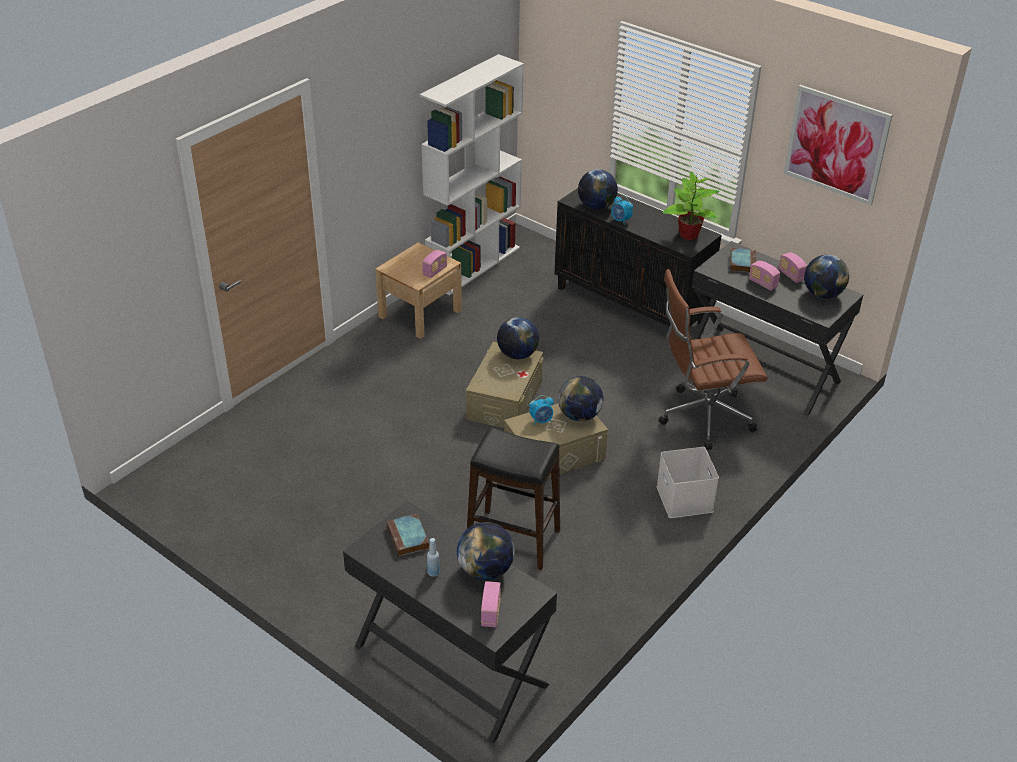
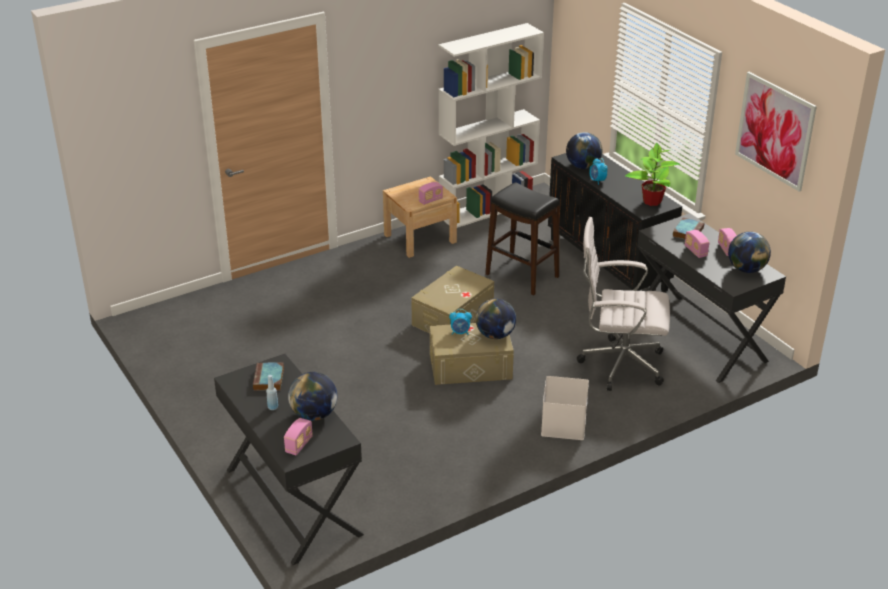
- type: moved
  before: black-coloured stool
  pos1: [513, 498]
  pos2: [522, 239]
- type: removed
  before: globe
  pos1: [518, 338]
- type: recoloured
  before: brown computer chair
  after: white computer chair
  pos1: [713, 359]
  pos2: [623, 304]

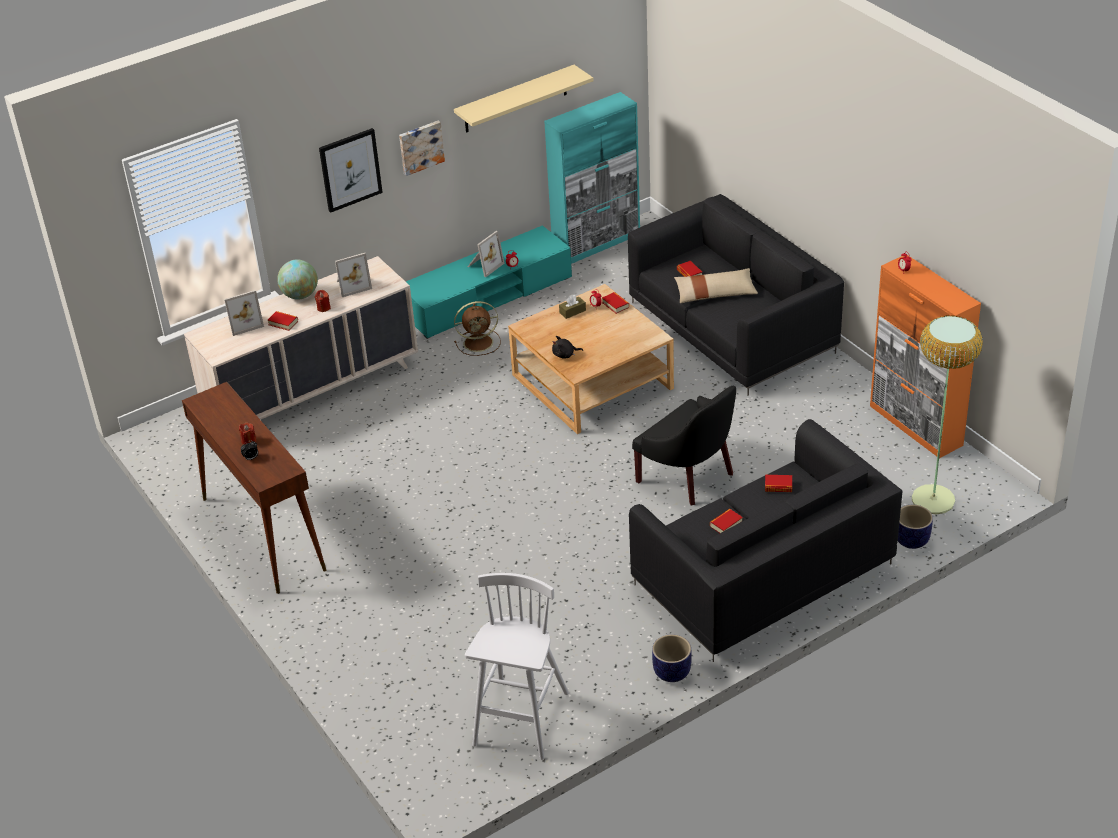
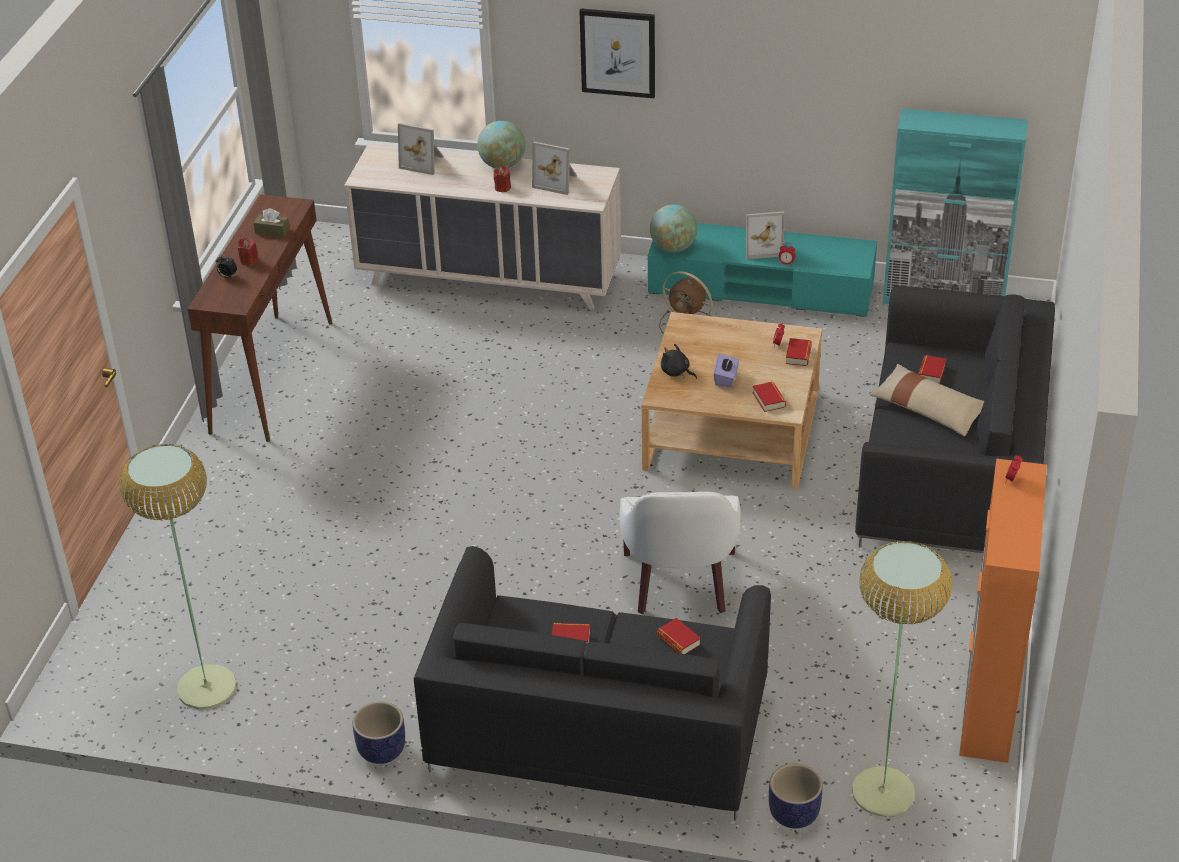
- type: moved
  before: volume
  pos1: [283, 321]
  pos2: [769, 397]
- type: removed
  before: wall picture
  pos1: [422, 148]
- type: removed
  before: sand-coloured bracket shelf
  pos1: [524, 99]
- type: replaced
  before: white stool
  after: floor lamp
  pos1: [517, 666]
  pos2: [177, 577]
- type: moved
  before: brown tissue box
  pos1: [572, 307]
  pos2: [271, 222]
- type: recoloured
  before: black-coloured armchair
  after: white armchair
  pos1: [684, 446]
  pos2: [680, 553]
- type: added
  after: globe
  pos2: [673, 228]
- type: added
  after: purple tissue box
  pos2: [726, 370]

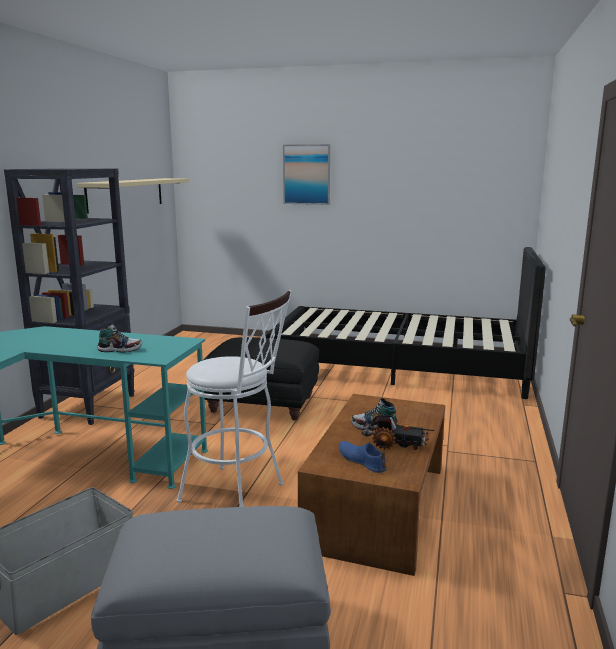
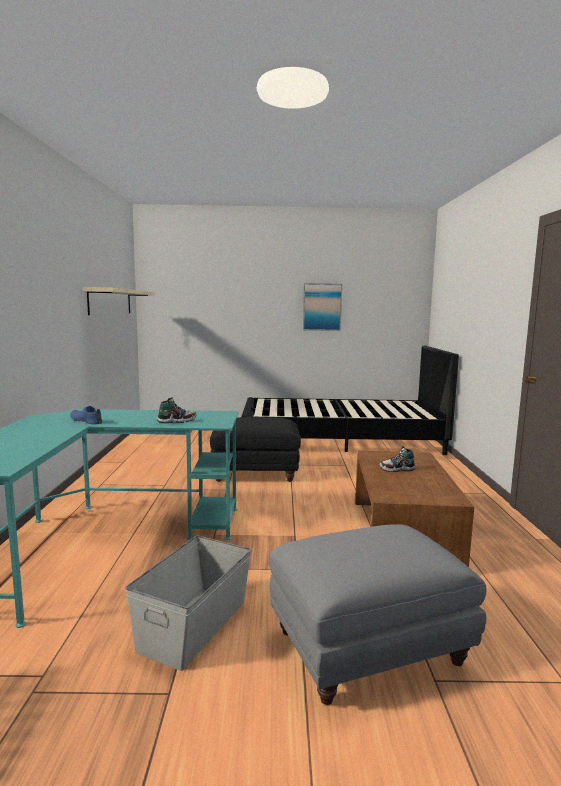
- type: removed
  before: black-coloured shelving unit
  pos1: [69, 296]
- type: removed
  before: white stool
  pos1: [234, 398]
- type: moved
  before: wall picture
  pos1: [306, 174]
  pos2: [322, 307]
- type: moved
  before: bluish low shoe
  pos1: [362, 457]
  pos2: [86, 415]
- type: removed
  before: toy lorry
  pos1: [397, 432]

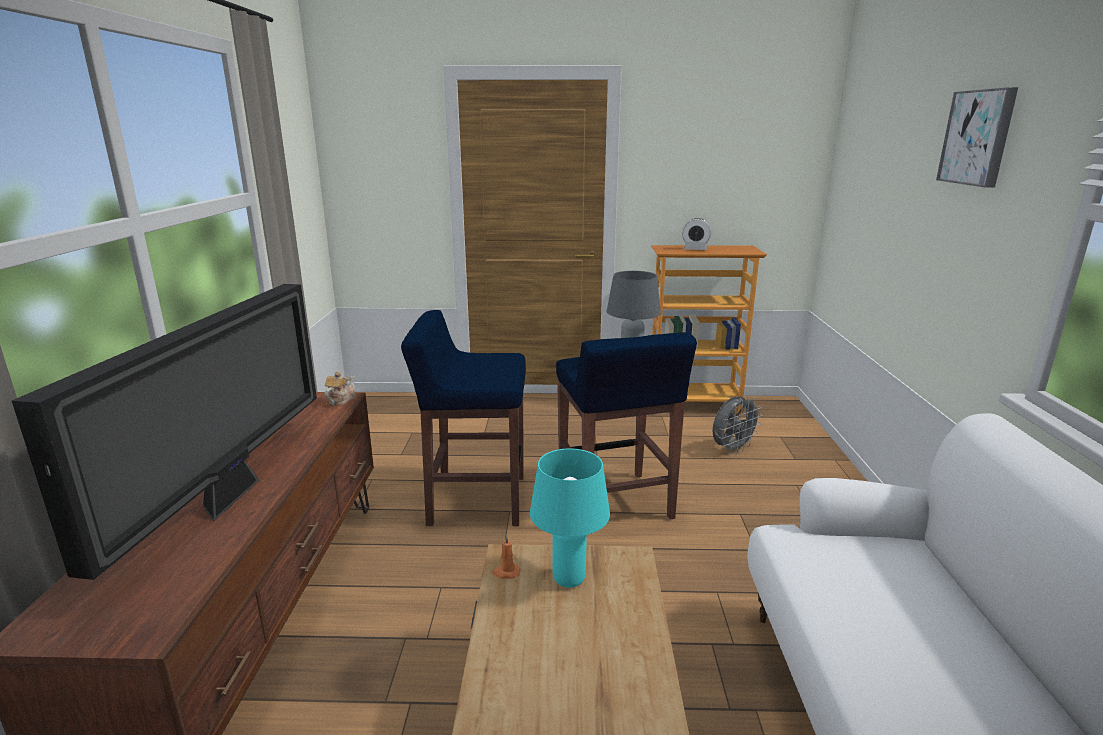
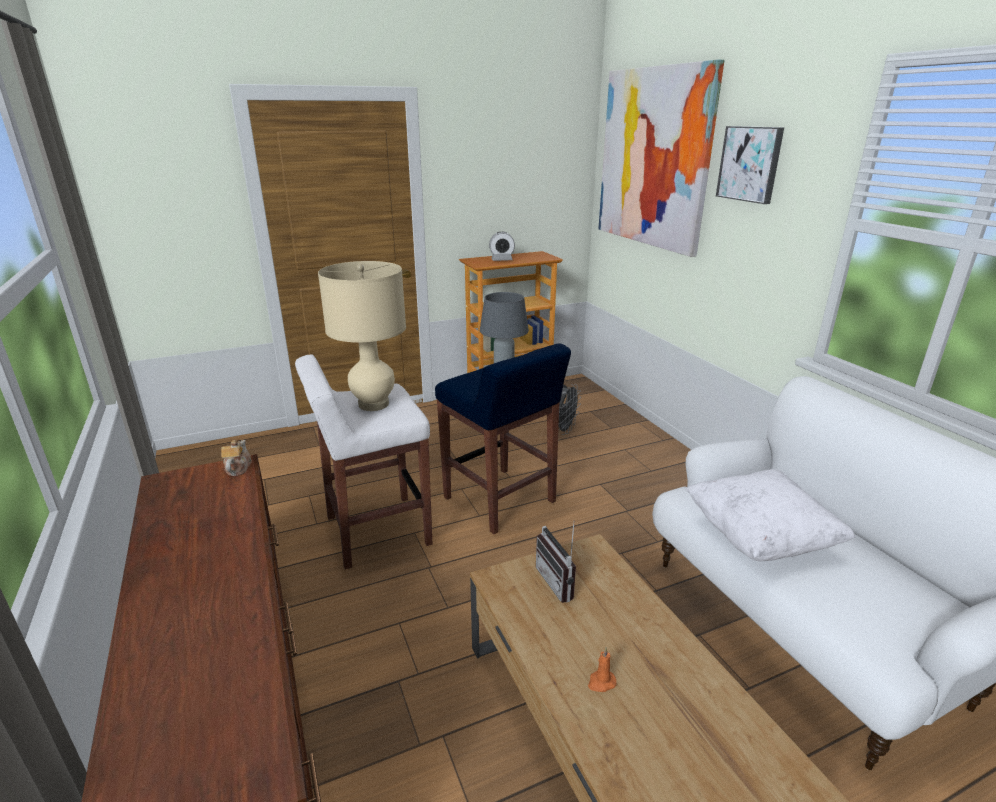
- type: removed
  before: TV set
  pos1: [164, 432]
- type: recoloured
  before: bluish stool
  after: white stool
  pos1: [463, 418]
  pos2: [364, 461]
- type: moved
  before: orange-coloured wax candle
  pos1: [506, 557]
  pos2: [602, 669]
- type: replaced
  before: blue-green tabletop lamp
  after: radio set
  pos1: [570, 518]
  pos2: [556, 563]
- type: added
  after: sand-coloured tabletop lamp
  pos2: [362, 336]
- type: added
  after: wall picture
  pos2: [661, 158]
- type: added
  after: white throw pillow
  pos2: [770, 515]

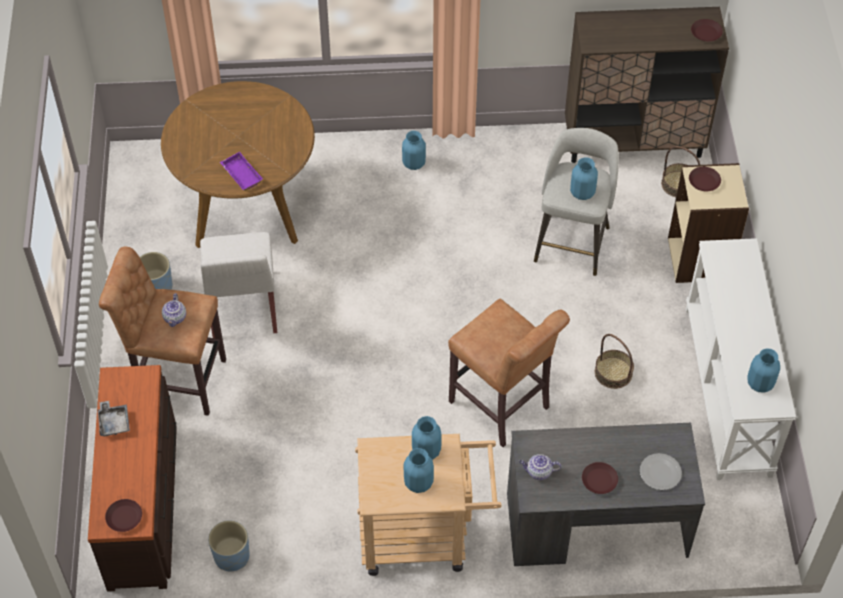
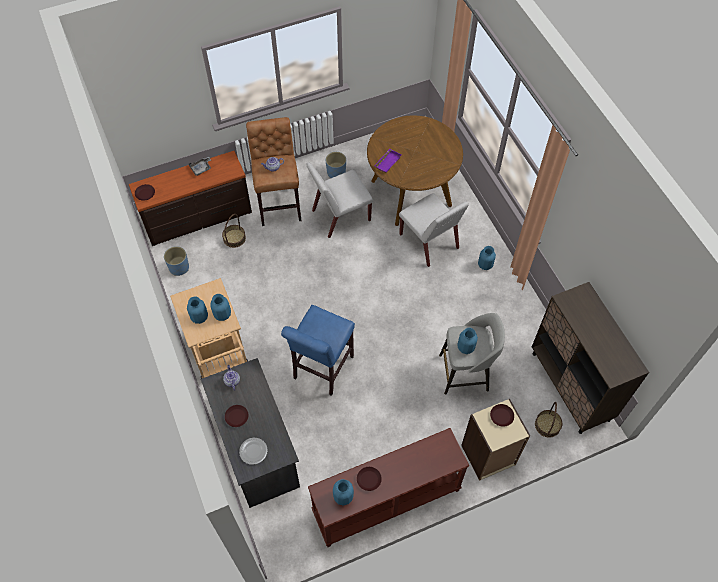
- type: recoloured
  before: brown stool
  after: bluish stool
  pos1: [509, 372]
  pos2: [318, 350]
- type: moved
  before: storage basket
  pos1: [614, 361]
  pos2: [234, 231]
- type: recoloured
  before: white narrow table
  after: brown narrow table
  pos1: [741, 359]
  pos2: [389, 487]
- type: moved
  before: brown plate
  pos1: [707, 30]
  pos2: [369, 479]
- type: added
  after: white chair
  pos2: [434, 230]

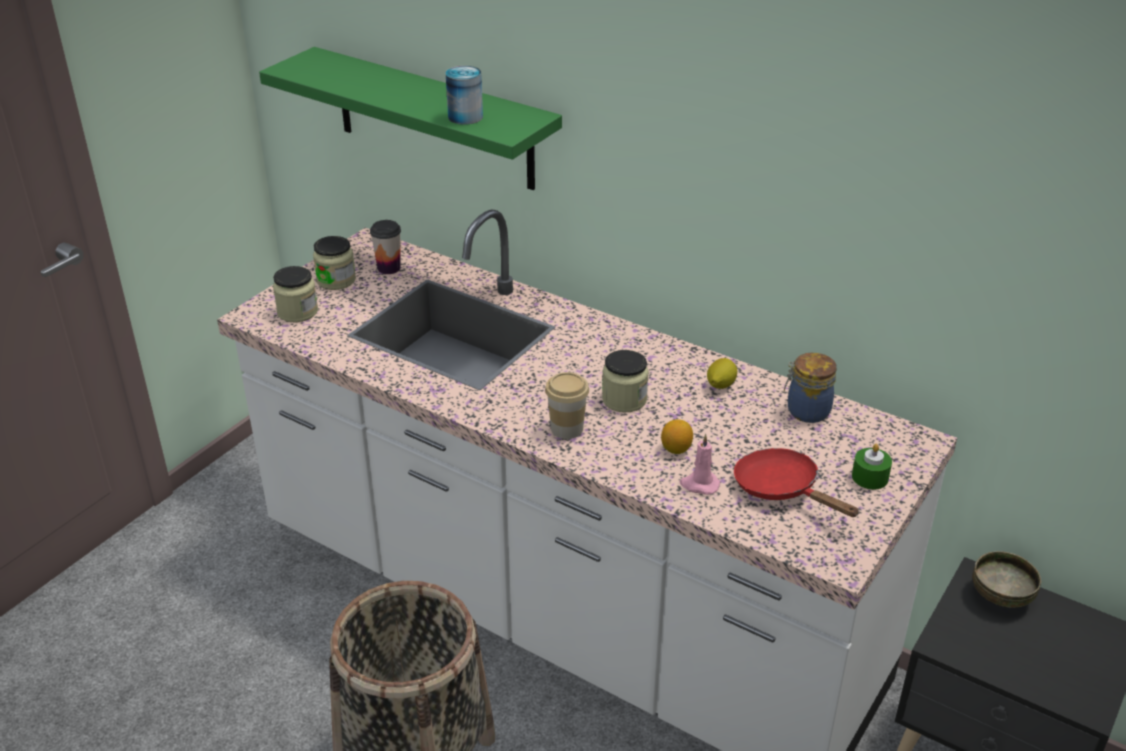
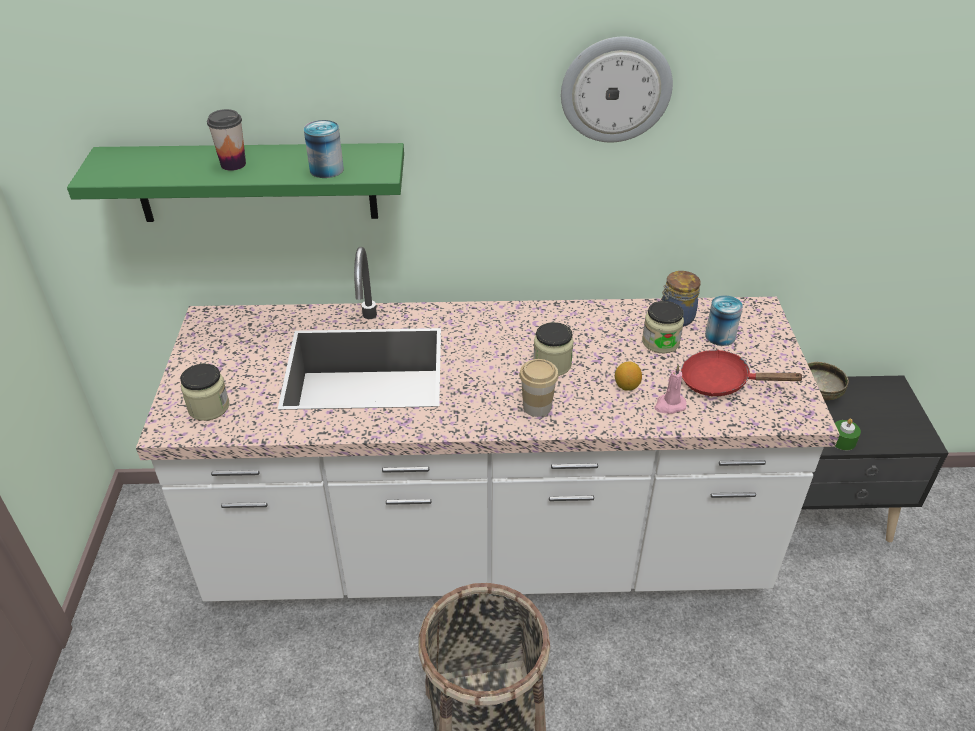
- type: moved
  before: preserve jar
  pos1: [334, 263]
  pos2: [663, 327]
- type: moved
  before: drinking cup
  pos1: [385, 247]
  pos2: [226, 140]
- type: removed
  before: whole lemon
  pos1: [722, 373]
- type: moved
  before: greenish wax candle
  pos1: [872, 467]
  pos2: [848, 434]
- type: added
  after: clock on the wall
  pos2: [617, 89]
- type: added
  after: sealed can
  pos2: [724, 320]

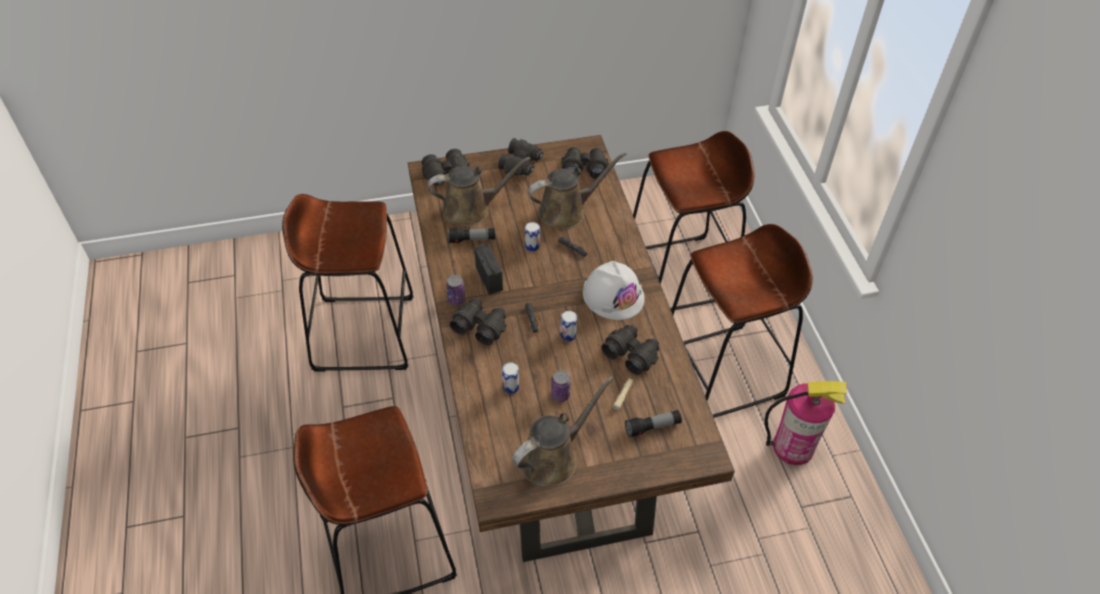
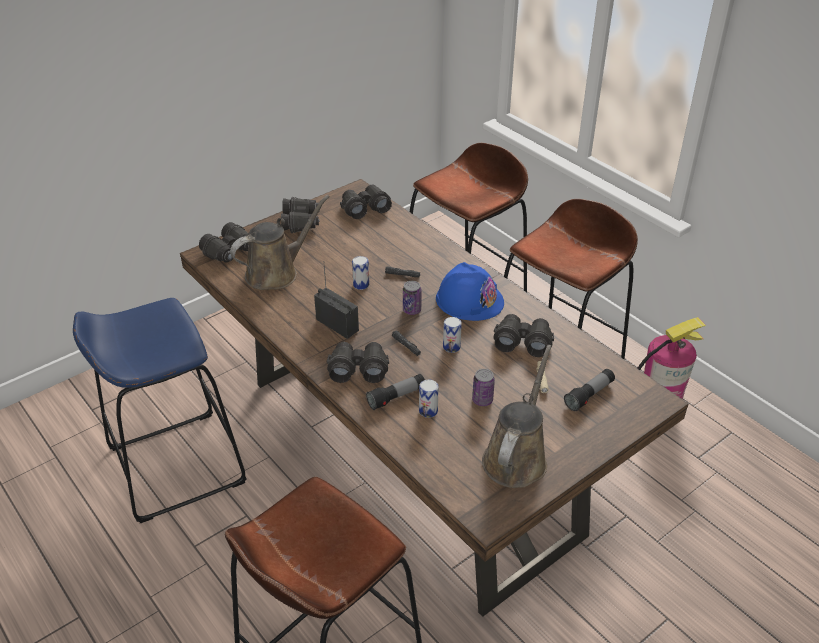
- type: recoloured
  before: brown stool
  after: bluish stool
  pos1: [348, 283]
  pos2: [160, 410]
- type: moved
  before: sealed can
  pos1: [455, 290]
  pos2: [412, 298]
- type: moved
  before: hand torch
  pos1: [471, 235]
  pos2: [395, 392]
- type: removed
  before: brown watering pot
  pos1: [577, 190]
- type: recoloured
  before: white hard hat
  after: bluish hard hat
  pos1: [614, 290]
  pos2: [470, 291]

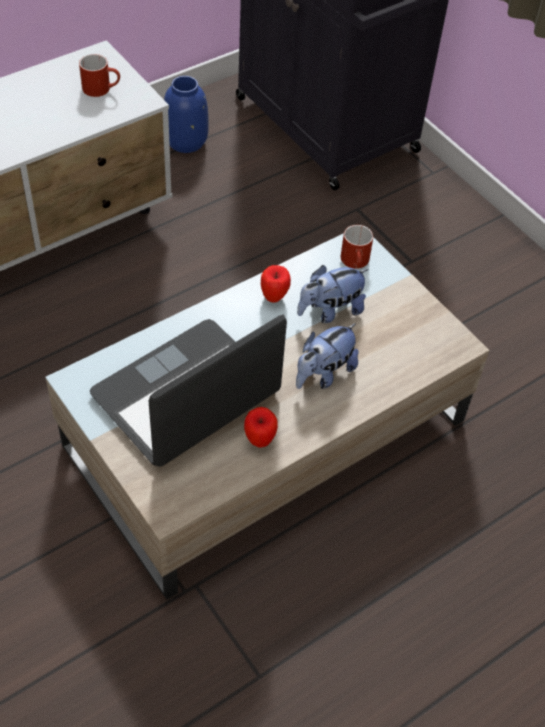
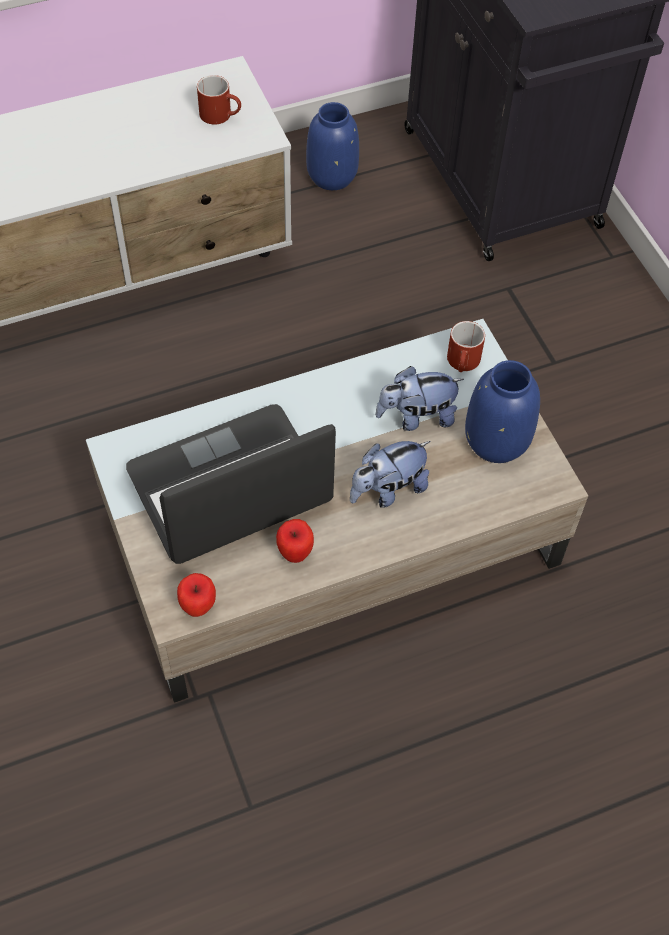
- type: moved
  before: whole apple
  pos1: [276, 283]
  pos2: [196, 595]
- type: added
  after: bluish decorative vase
  pos2: [502, 411]

